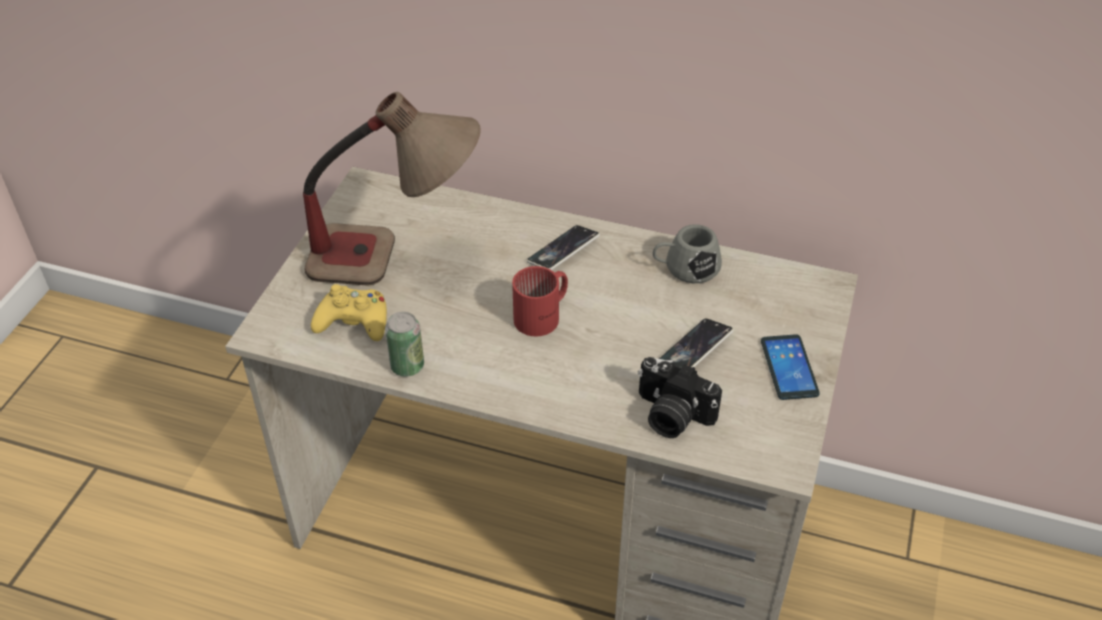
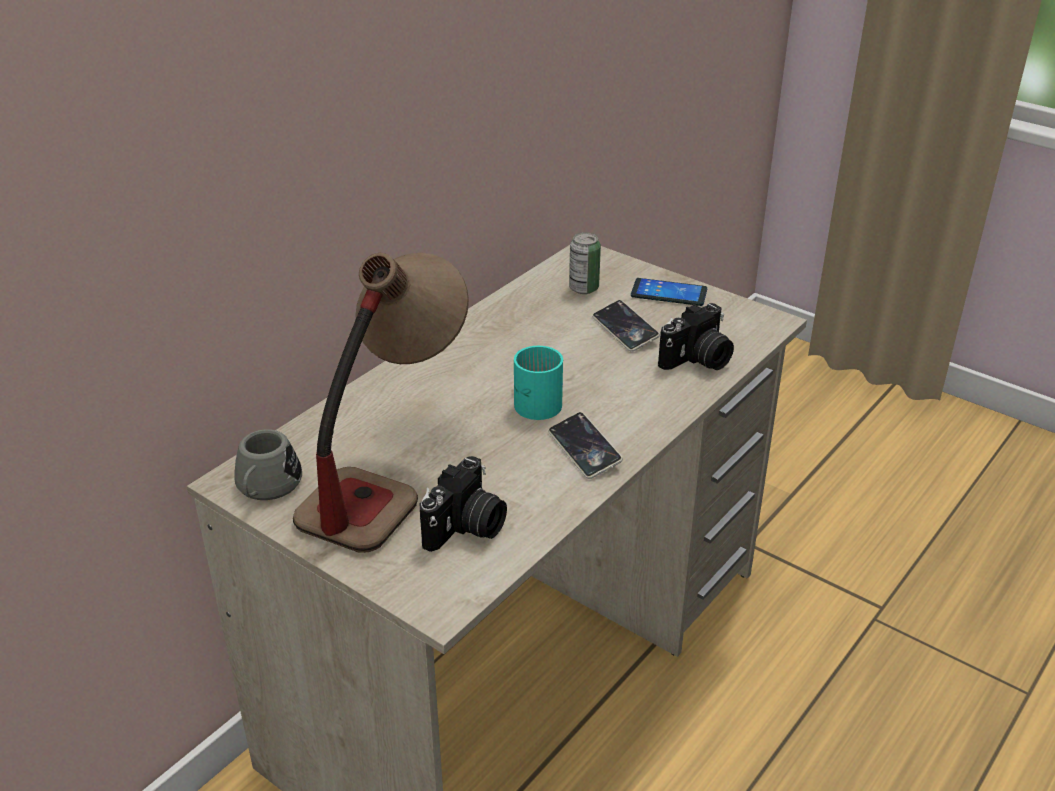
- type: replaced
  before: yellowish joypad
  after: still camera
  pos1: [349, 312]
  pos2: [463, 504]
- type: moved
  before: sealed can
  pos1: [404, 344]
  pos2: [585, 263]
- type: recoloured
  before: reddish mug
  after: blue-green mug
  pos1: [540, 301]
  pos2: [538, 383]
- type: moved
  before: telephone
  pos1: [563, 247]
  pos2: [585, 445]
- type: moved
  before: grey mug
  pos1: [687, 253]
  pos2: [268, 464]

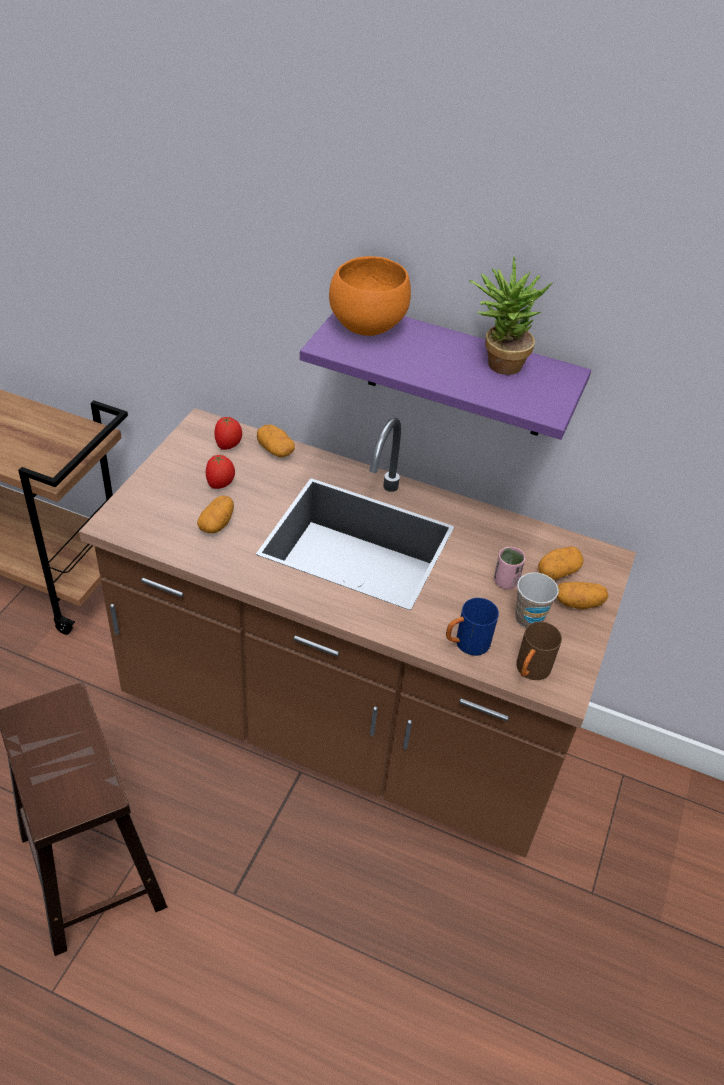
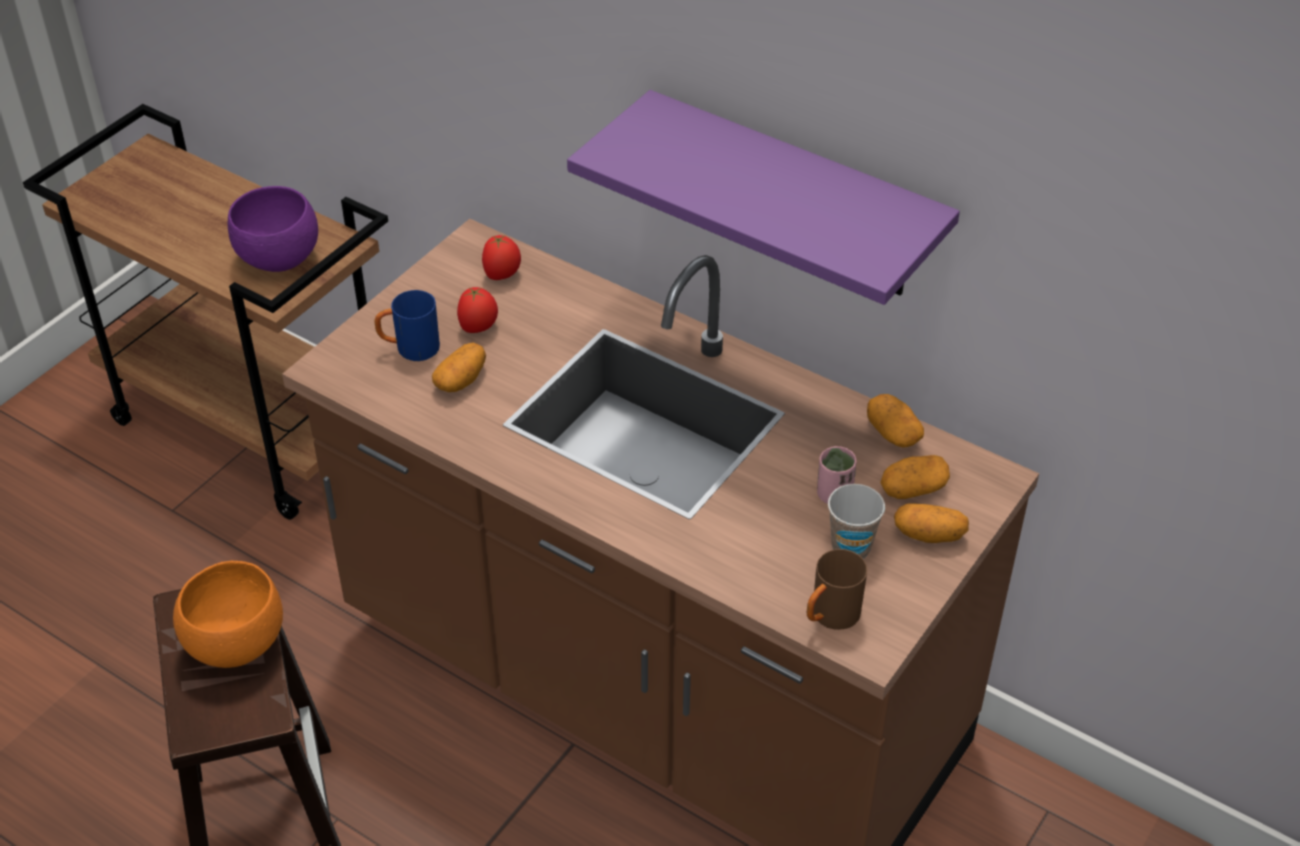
- type: moved
  before: spud
  pos1: [276, 440]
  pos2: [895, 421]
- type: moved
  before: orange-coloured serving bowl
  pos1: [370, 296]
  pos2: [228, 614]
- type: moved
  before: bluish mug
  pos1: [472, 627]
  pos2: [407, 325]
- type: removed
  before: houseplant
  pos1: [510, 315]
- type: added
  after: purple serving bowl
  pos2: [273, 229]

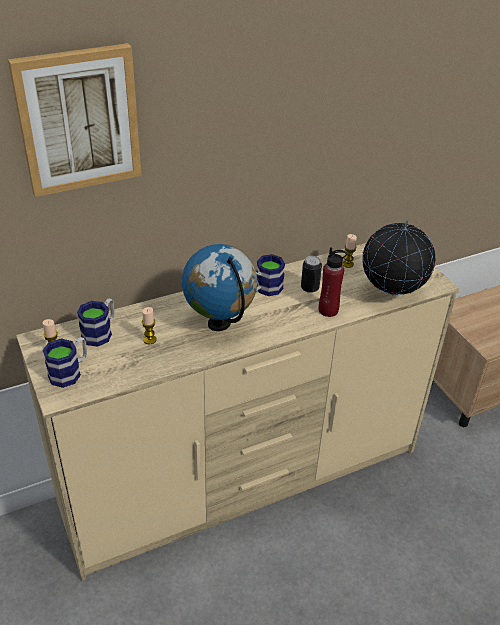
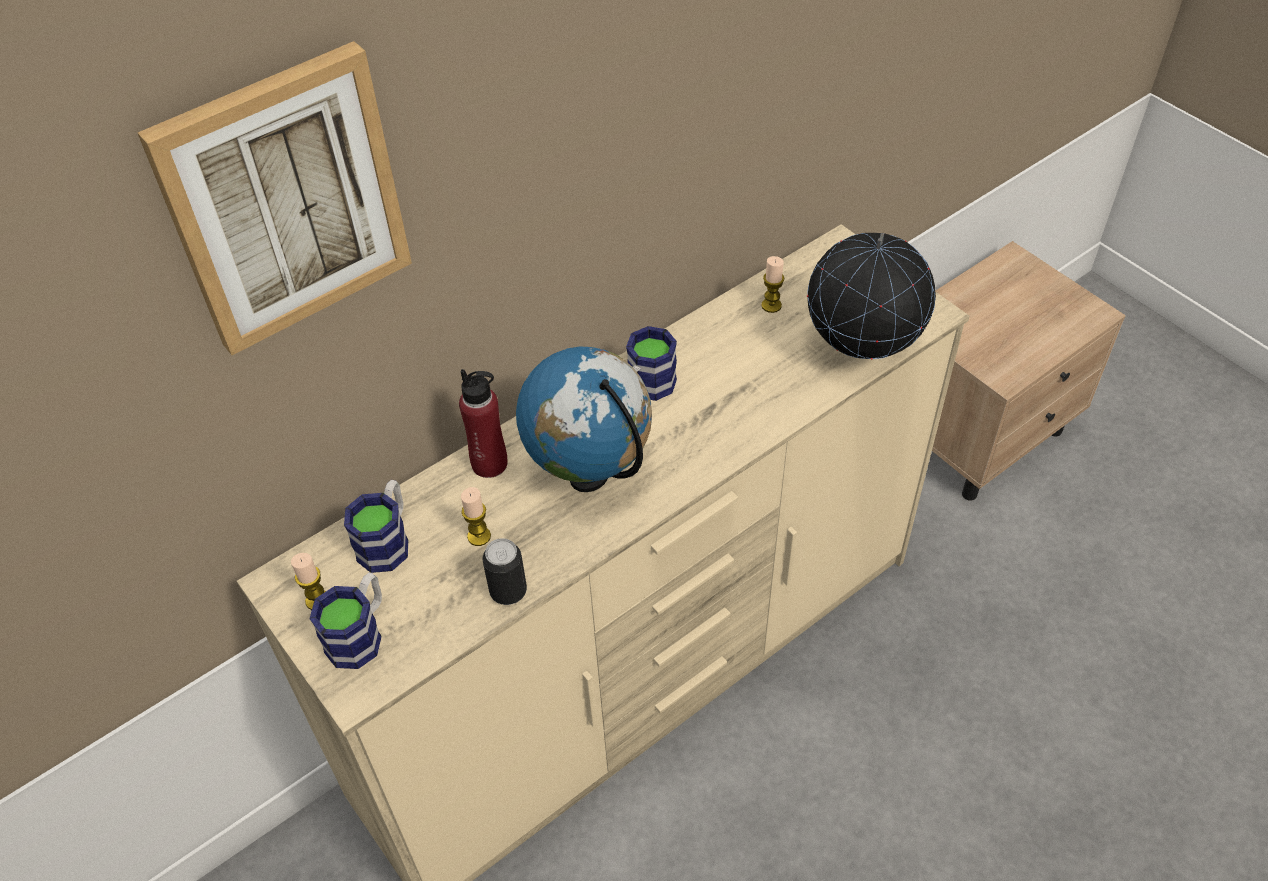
- type: moved
  before: sealed can
  pos1: [311, 274]
  pos2: [505, 571]
- type: moved
  before: reddish drink bottle
  pos1: [333, 282]
  pos2: [483, 423]

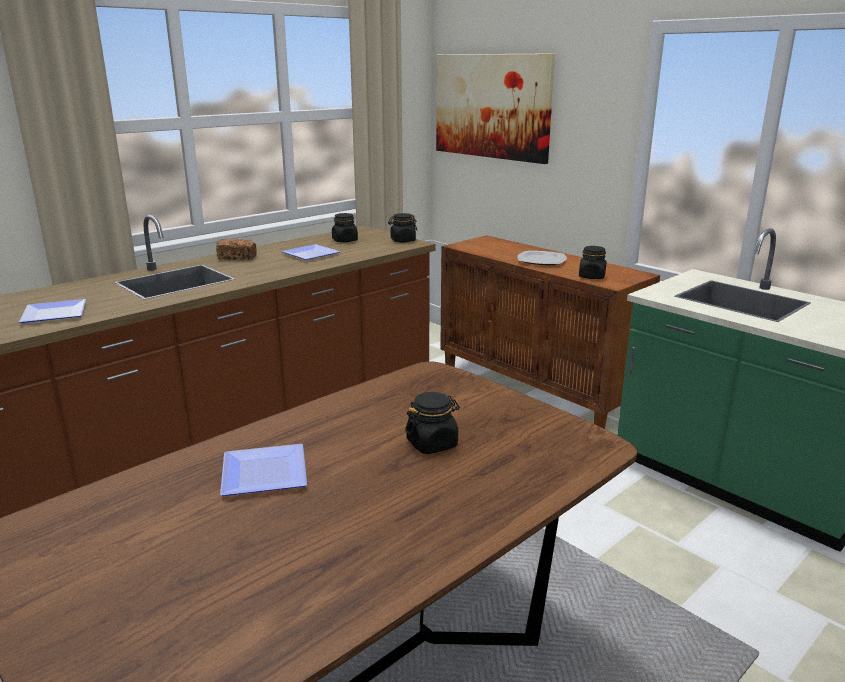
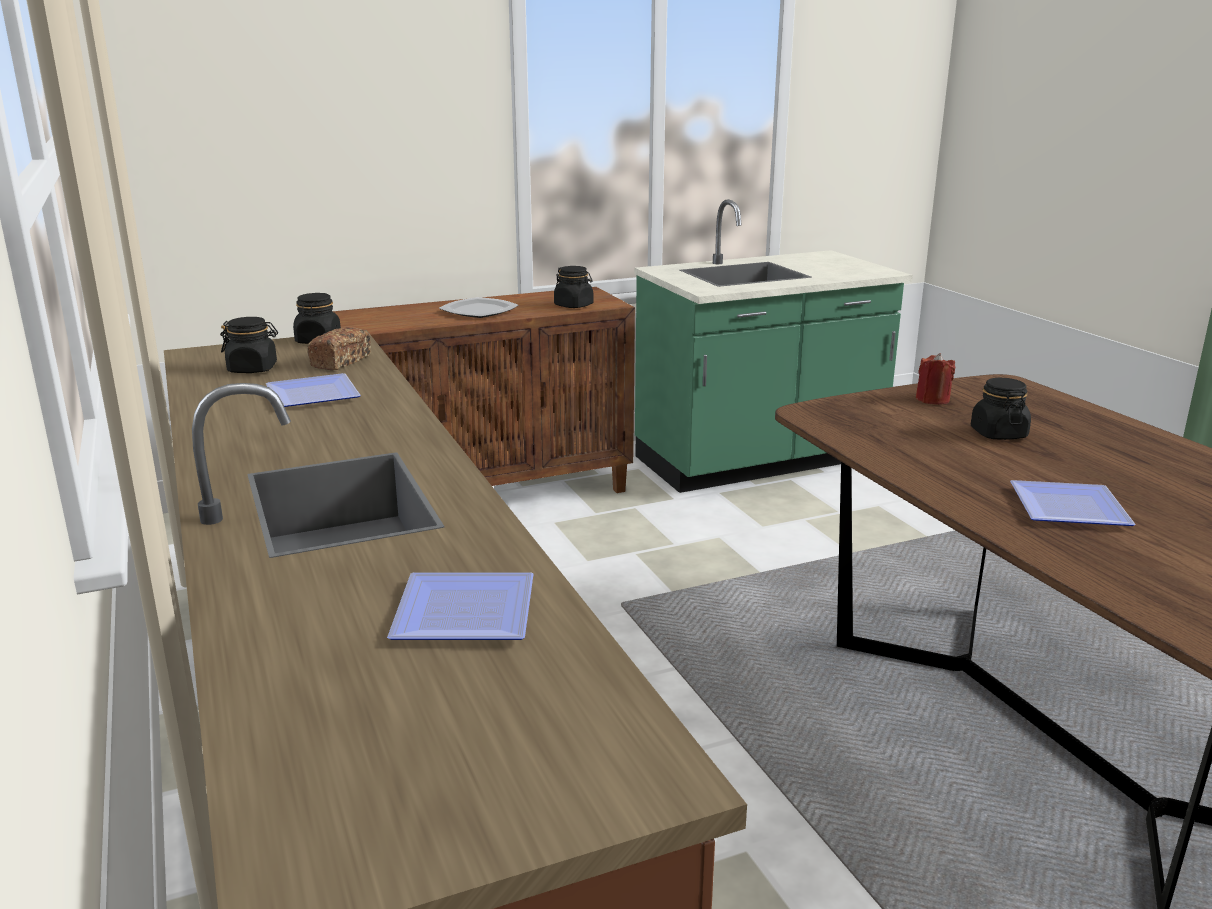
- type: moved
  before: baked bread
  pos1: [236, 249]
  pos2: [339, 348]
- type: removed
  before: wall picture
  pos1: [495, 108]
- type: added
  after: reddish wax candle
  pos2: [936, 379]

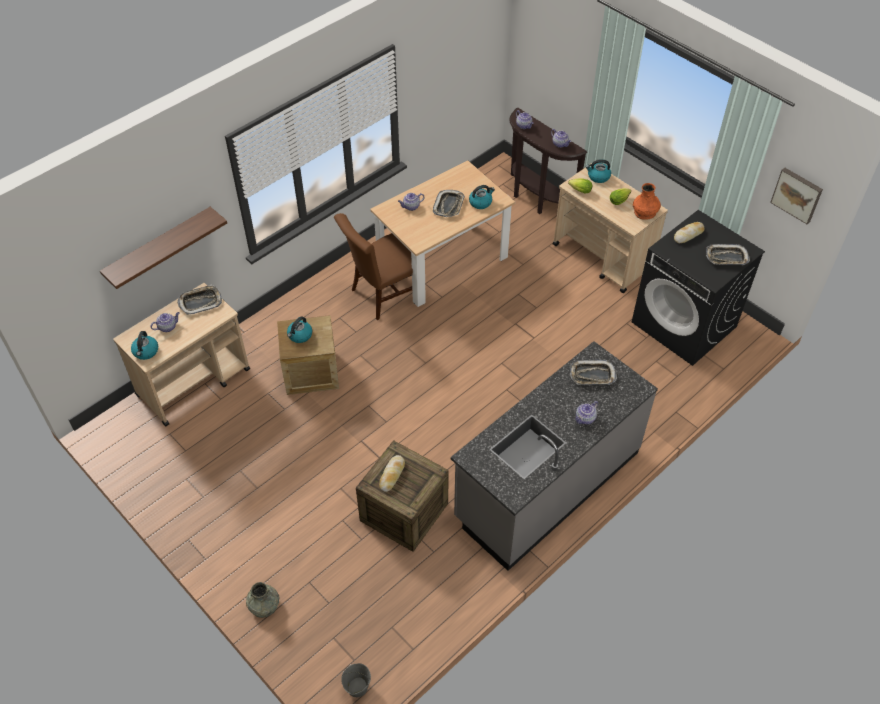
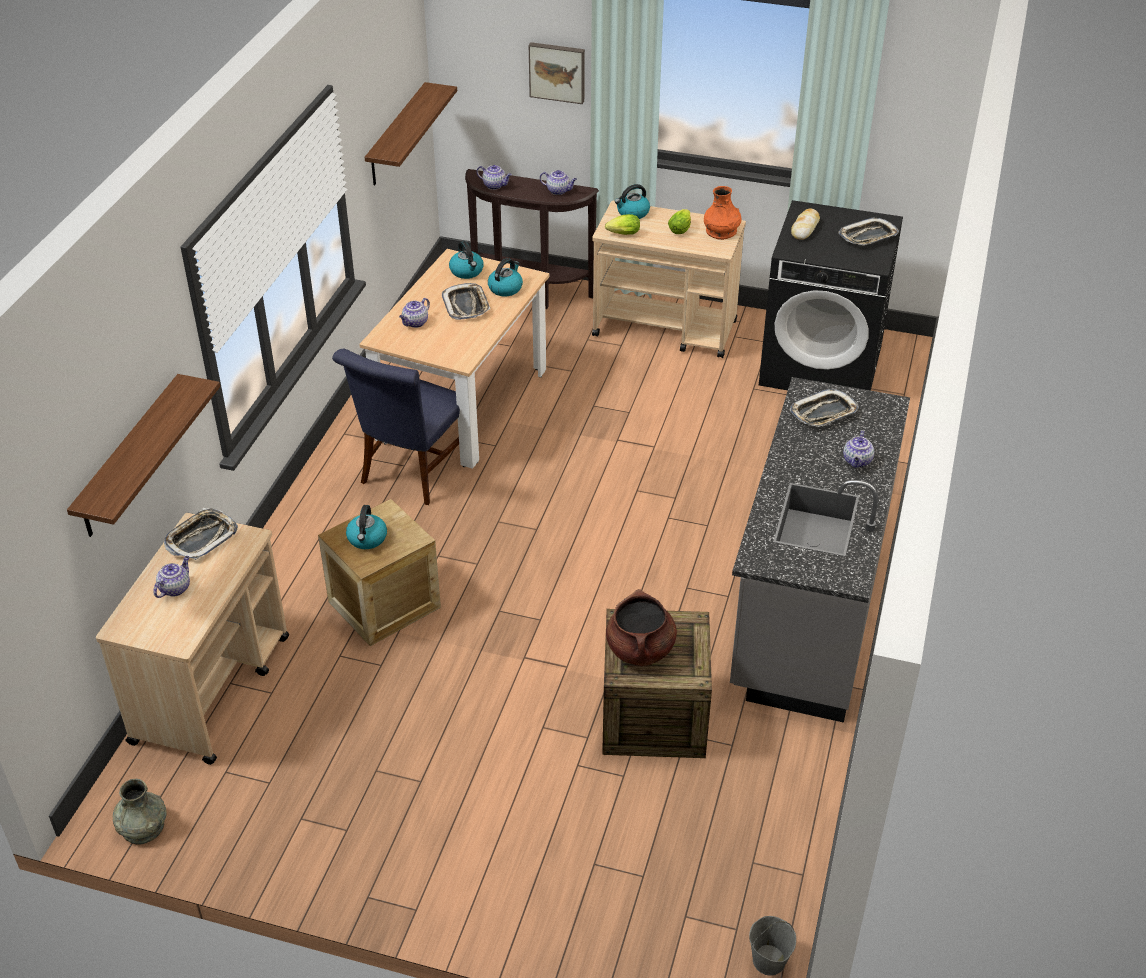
- type: moved
  before: tea kettle
  pos1: [144, 345]
  pos2: [466, 260]
- type: moved
  before: grey decorative vase
  pos1: [263, 600]
  pos2: [139, 812]
- type: recoloured
  before: brown chair
  after: bluish chair
  pos1: [373, 266]
  pos2: [396, 427]
- type: replaced
  before: baked bread
  after: brown cooking pot
  pos1: [392, 473]
  pos2: [641, 627]
- type: moved
  before: wall picture
  pos1: [796, 196]
  pos2: [557, 73]
- type: added
  after: bracket shelf
  pos2: [411, 133]

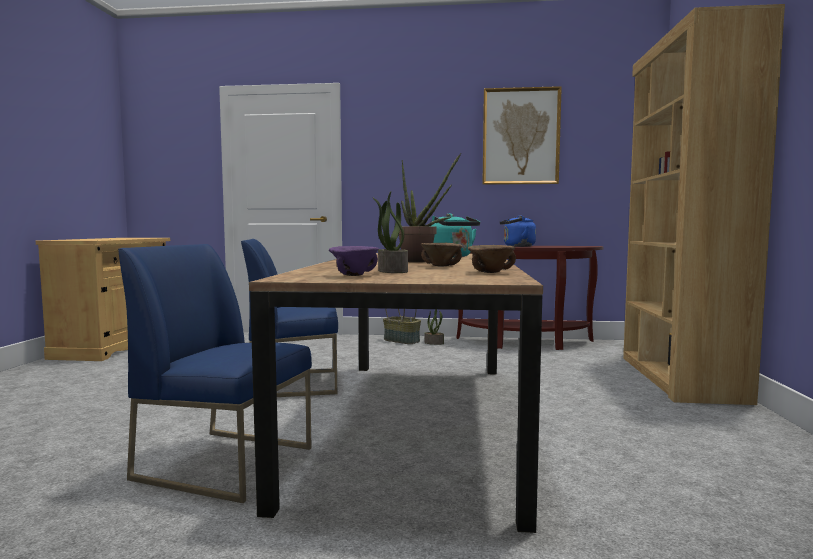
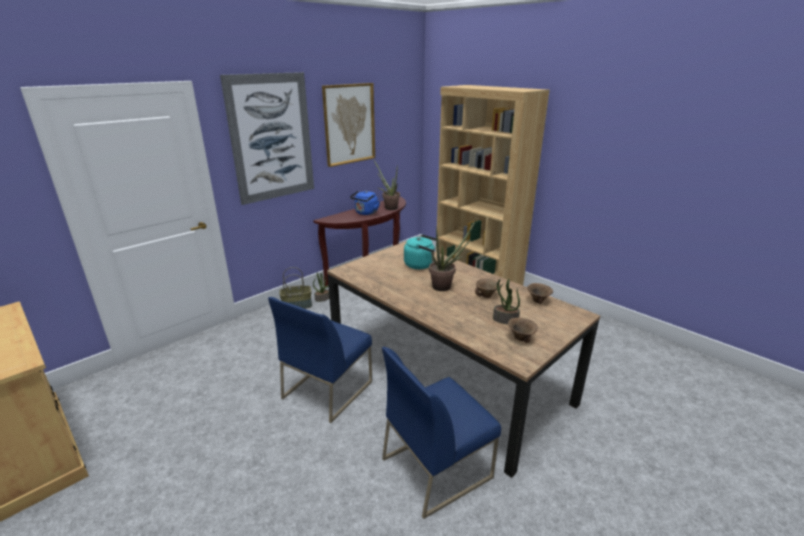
- type: recoloured
  before: purple serving bowl
  after: brown serving bowl
  pos1: [354, 261]
  pos2: [523, 330]
- type: added
  after: wall picture
  pos2: [267, 138]
- type: added
  after: houseplant
  pos2: [387, 185]

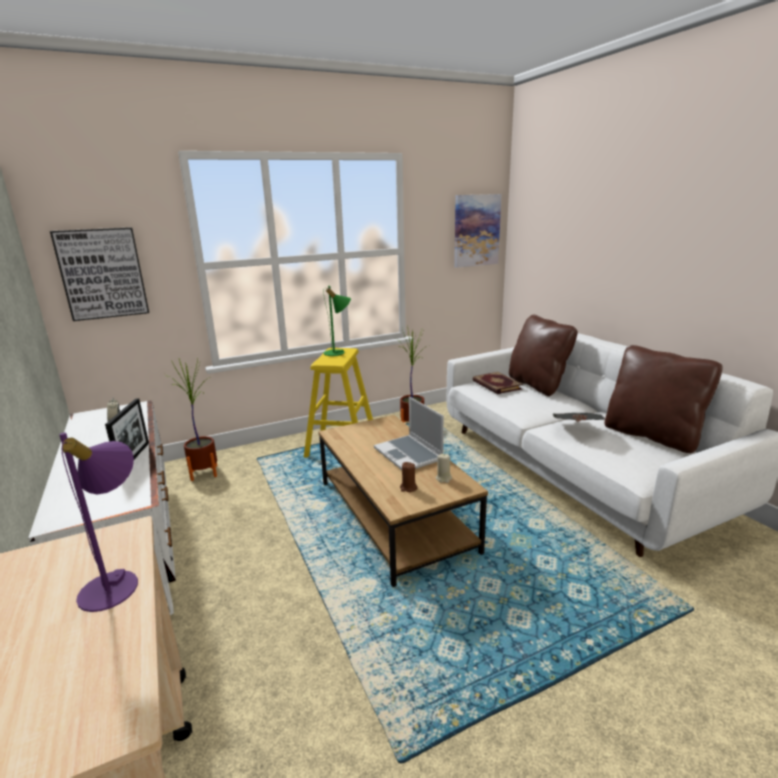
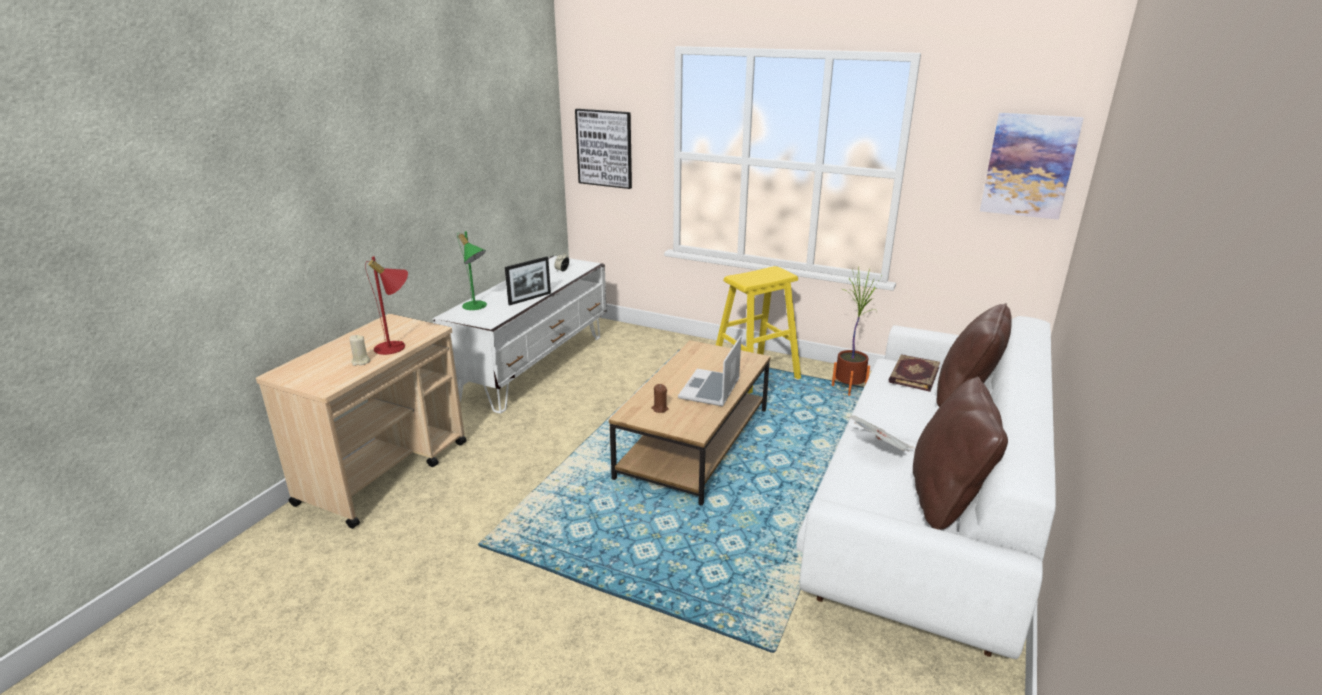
- type: recoloured
  before: purple tabletop lamp
  after: reddish tabletop lamp
  pos1: [98, 522]
  pos2: [386, 305]
- type: removed
  before: houseplant
  pos1: [192, 420]
- type: moved
  before: greenish tabletop lamp
  pos1: [337, 321]
  pos2: [472, 270]
- type: moved
  before: sand-coloured wax candle
  pos1: [444, 468]
  pos2: [359, 350]

